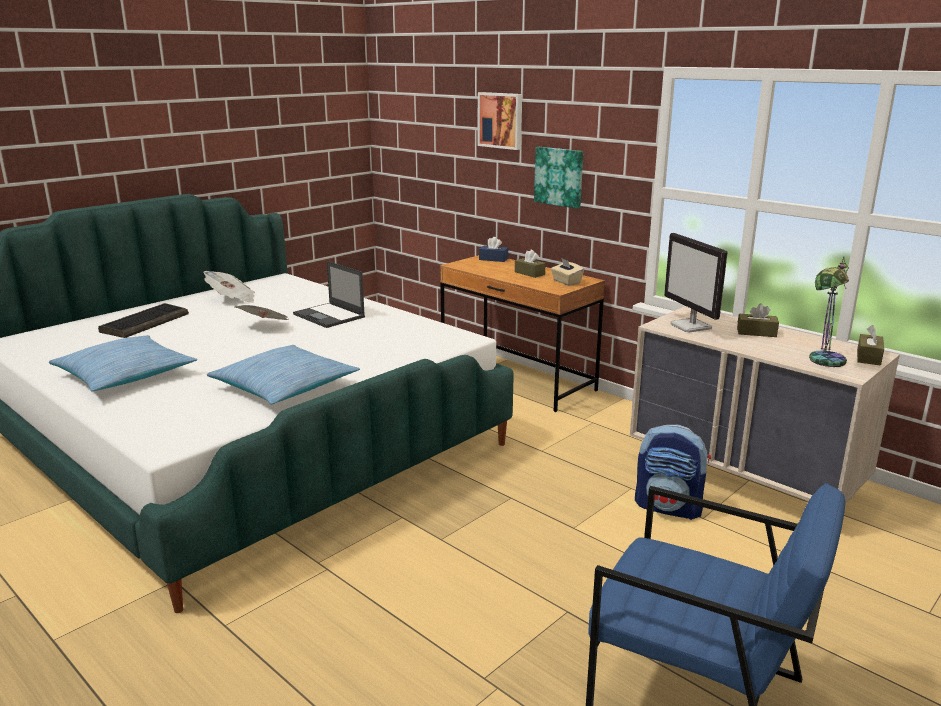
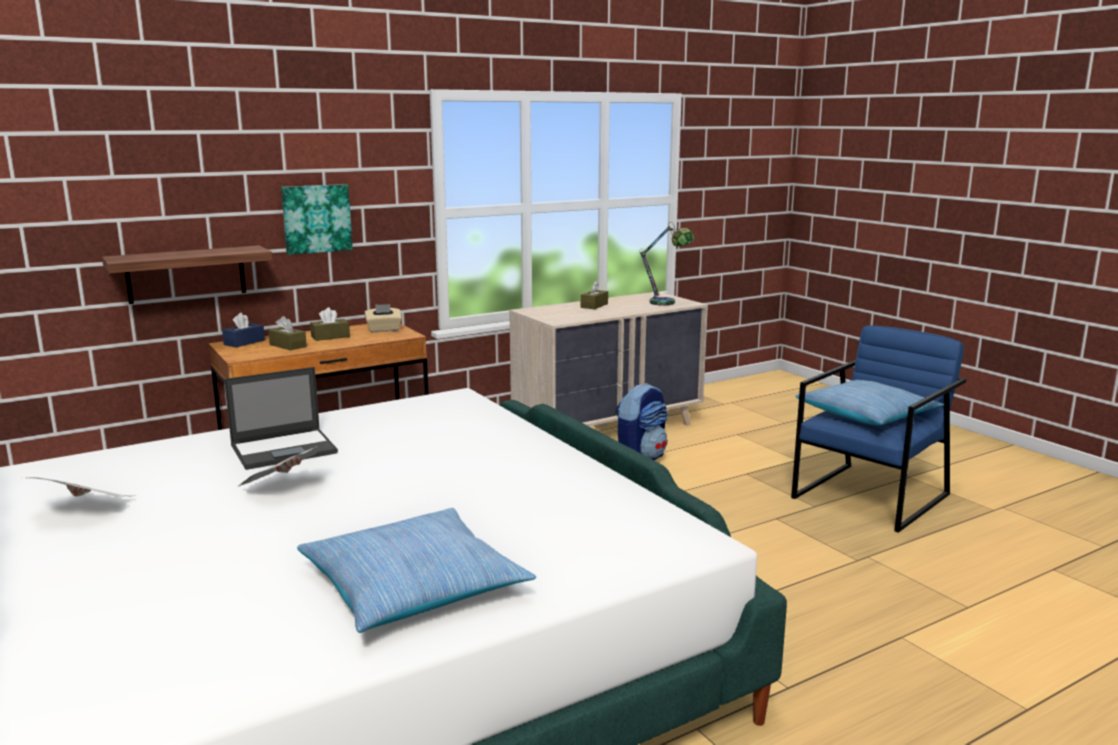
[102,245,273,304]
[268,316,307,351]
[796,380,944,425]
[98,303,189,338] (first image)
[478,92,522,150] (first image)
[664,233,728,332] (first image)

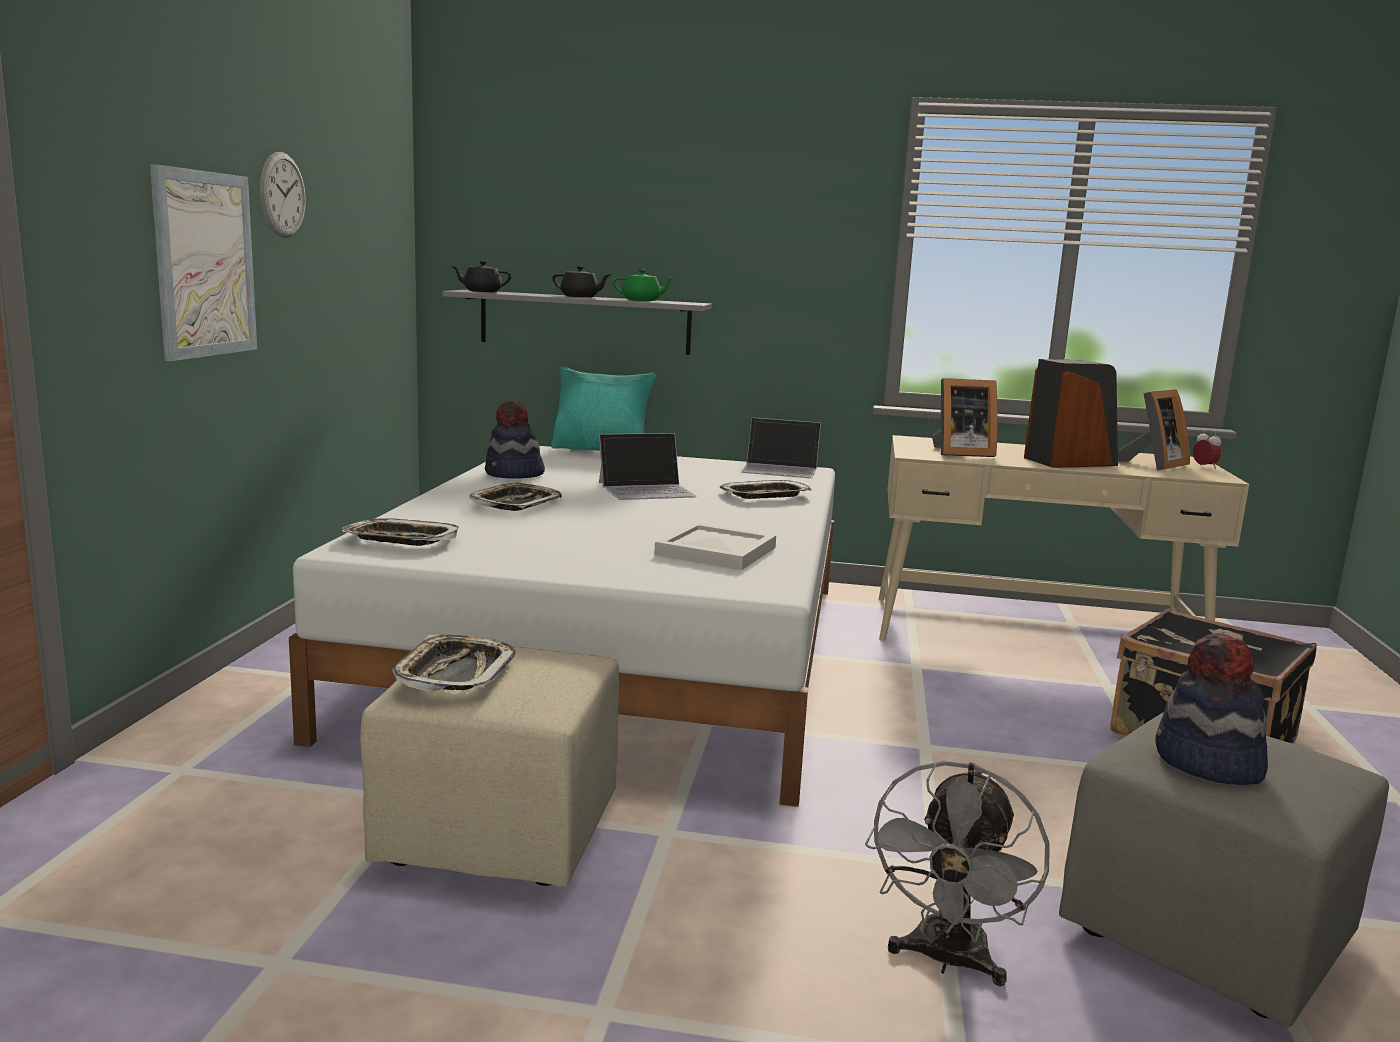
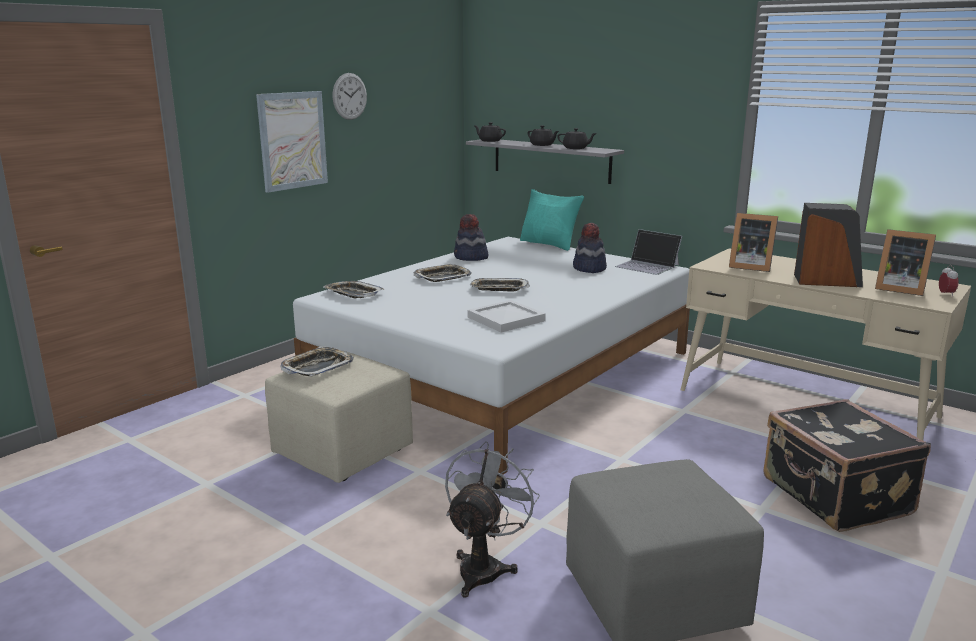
[445,441,540,598]
[470,278,530,291]
[557,128,597,149]
[573,222,607,273]
[875,229,936,296]
[599,433,696,500] (first image)

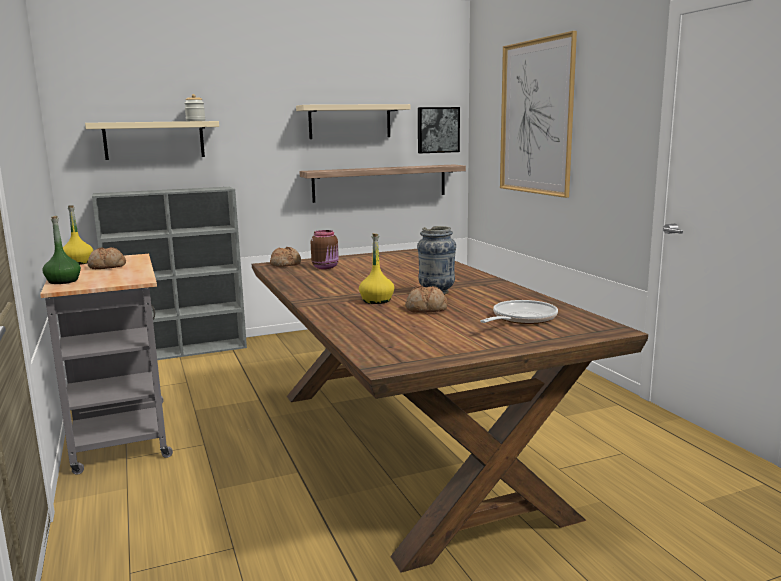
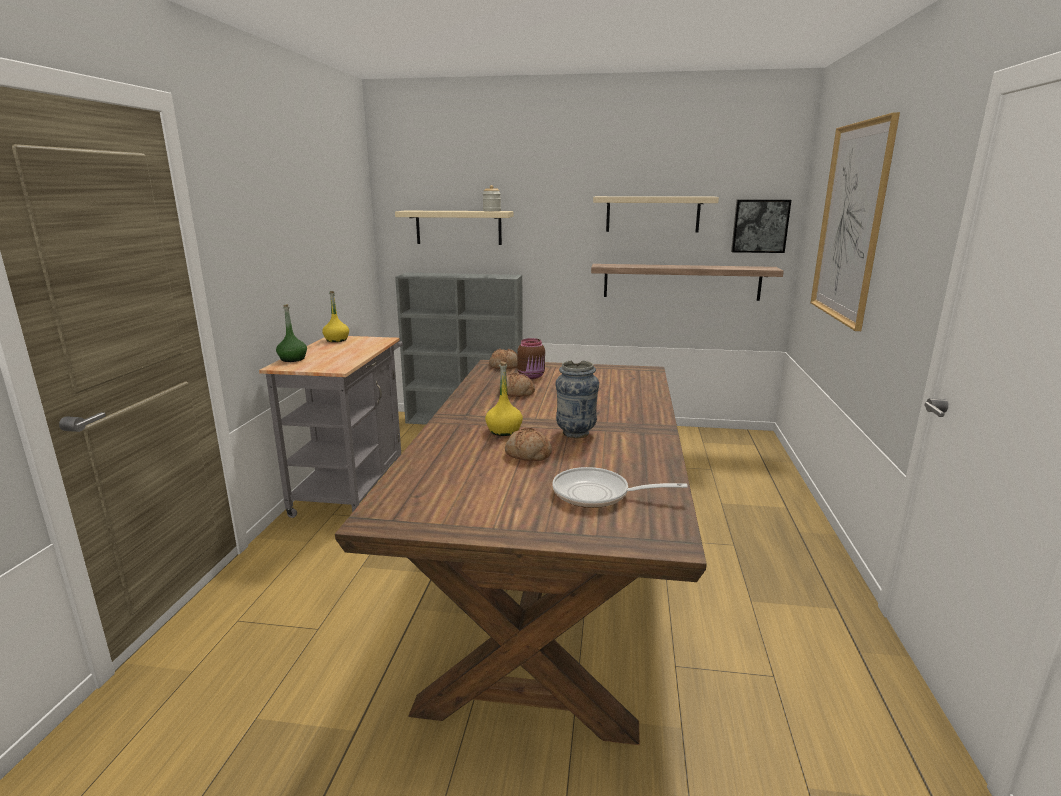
[499,373,535,397]
[552,467,688,508]

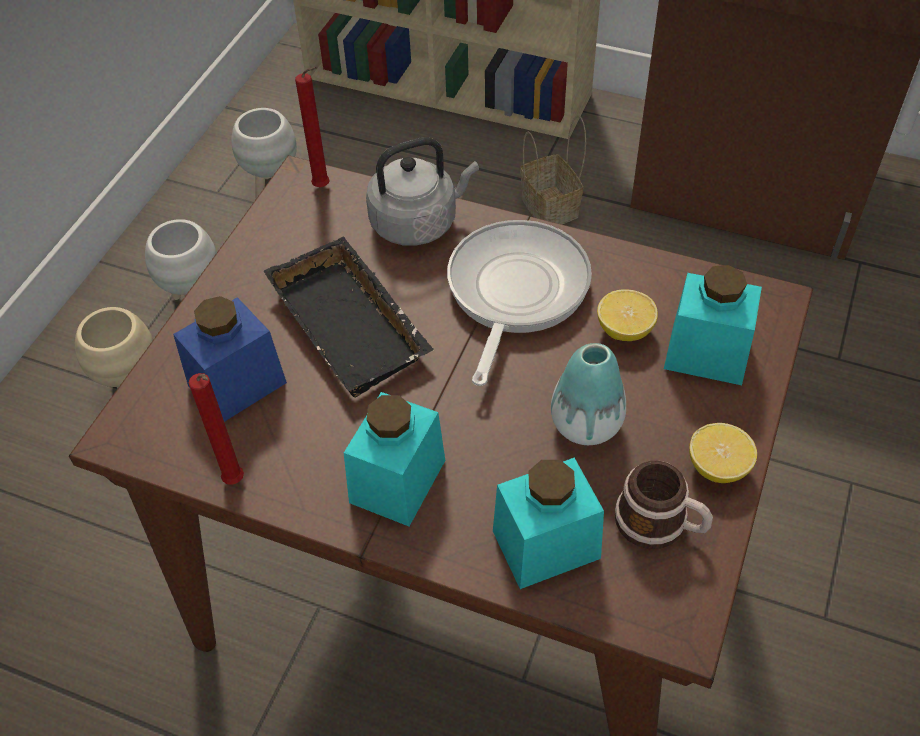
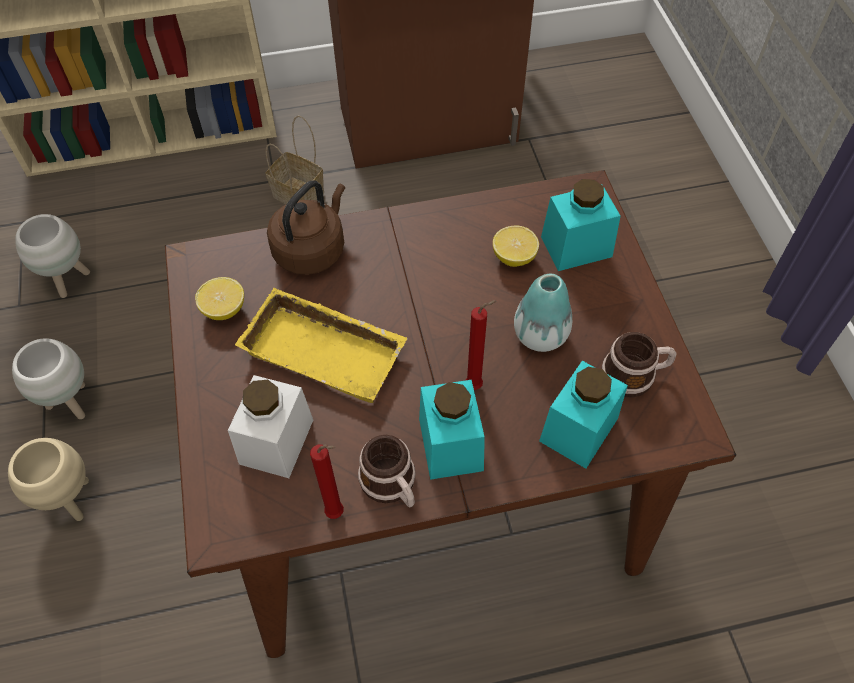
[195,277,244,320]
[228,375,313,478]
[235,288,408,403]
[267,180,345,275]
[358,435,416,507]
[466,300,497,390]
[447,220,592,386] (first image)

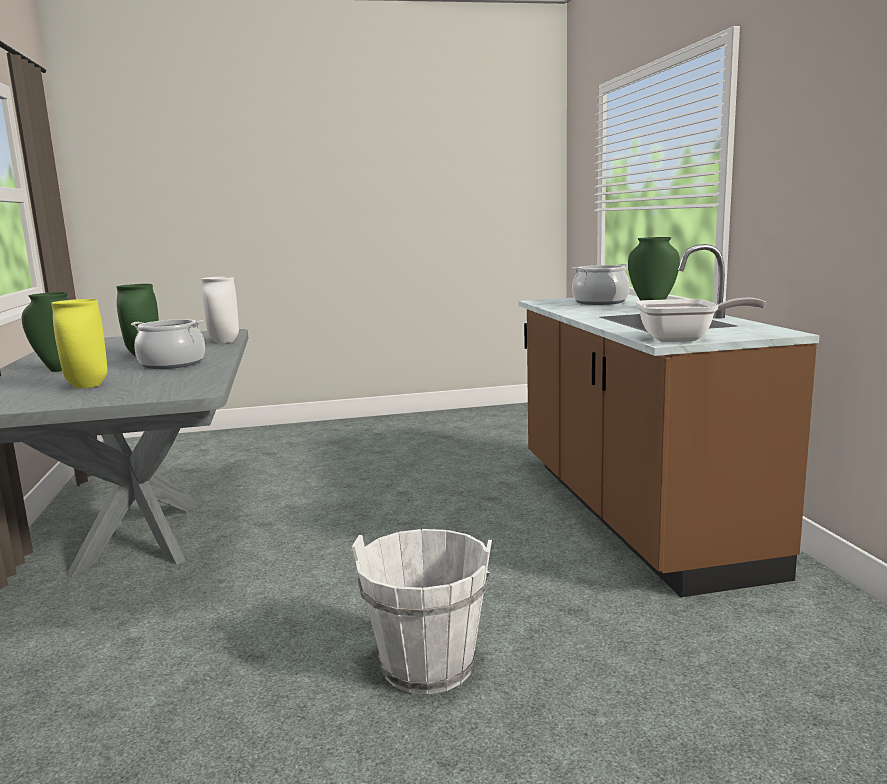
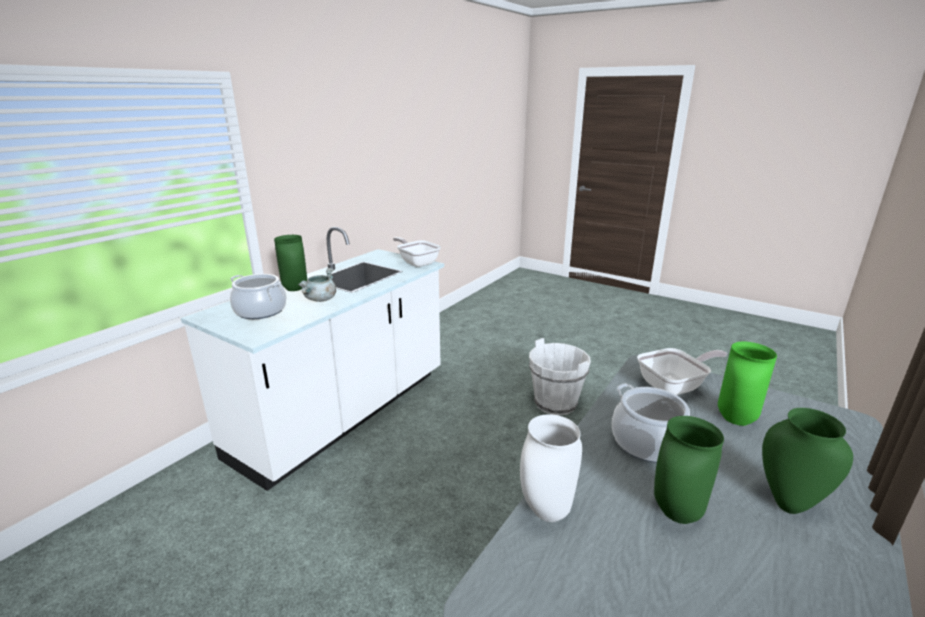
[181,227,444,491]
[298,268,336,302]
[637,348,727,395]
[718,342,777,426]

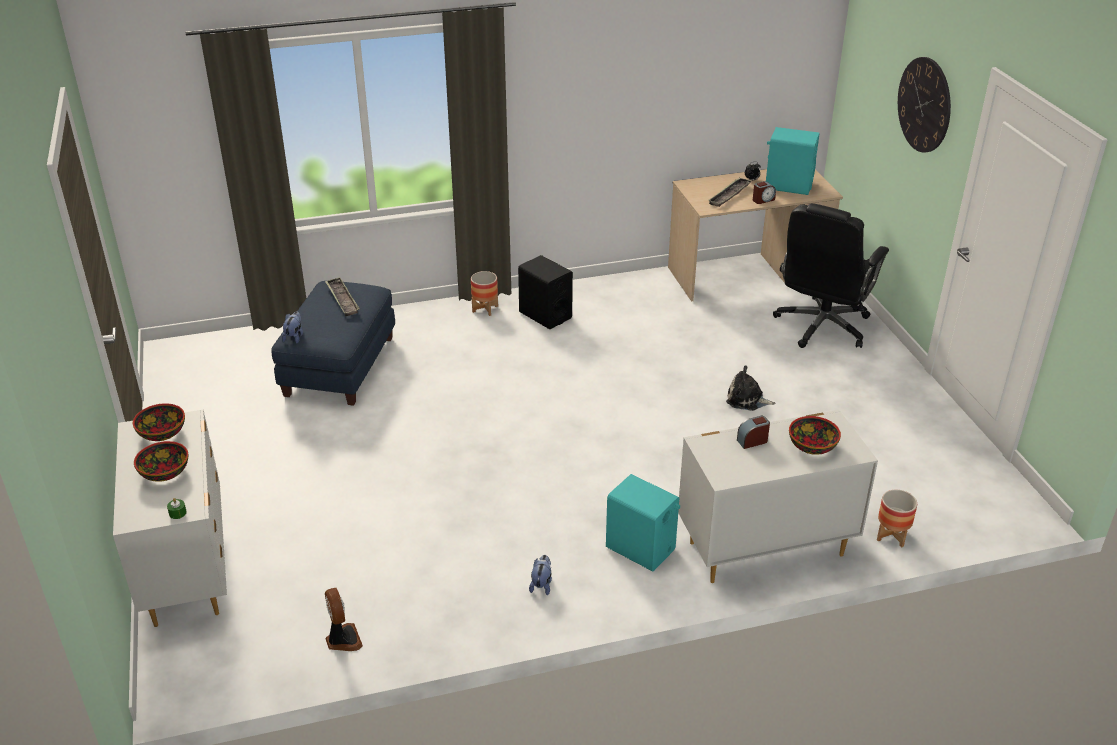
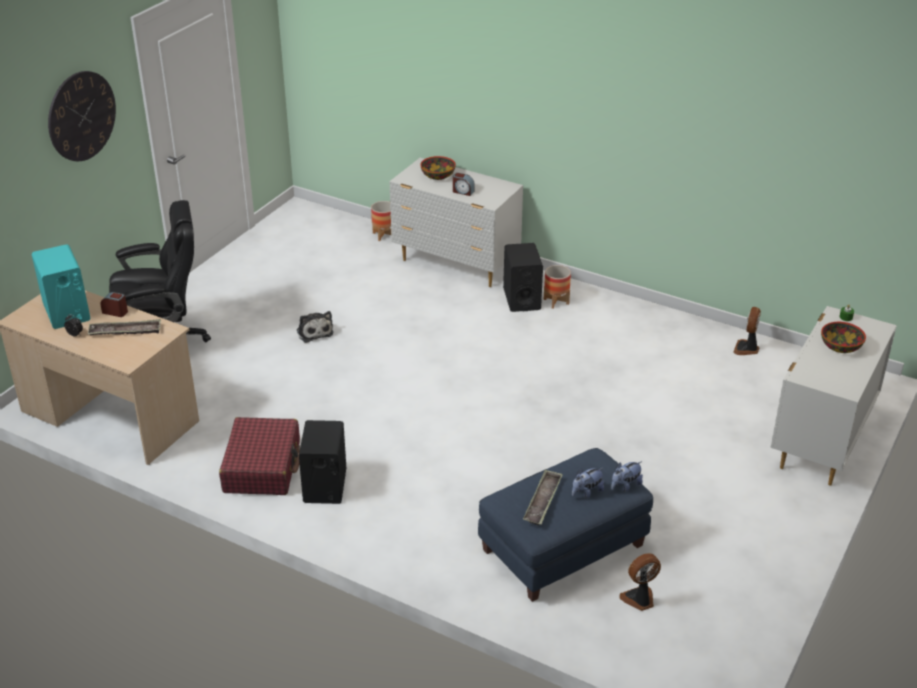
[219,417,300,495]
[503,243,543,312]
[544,265,571,309]
[572,468,604,499]
[619,553,661,611]
[133,403,185,441] (first image)

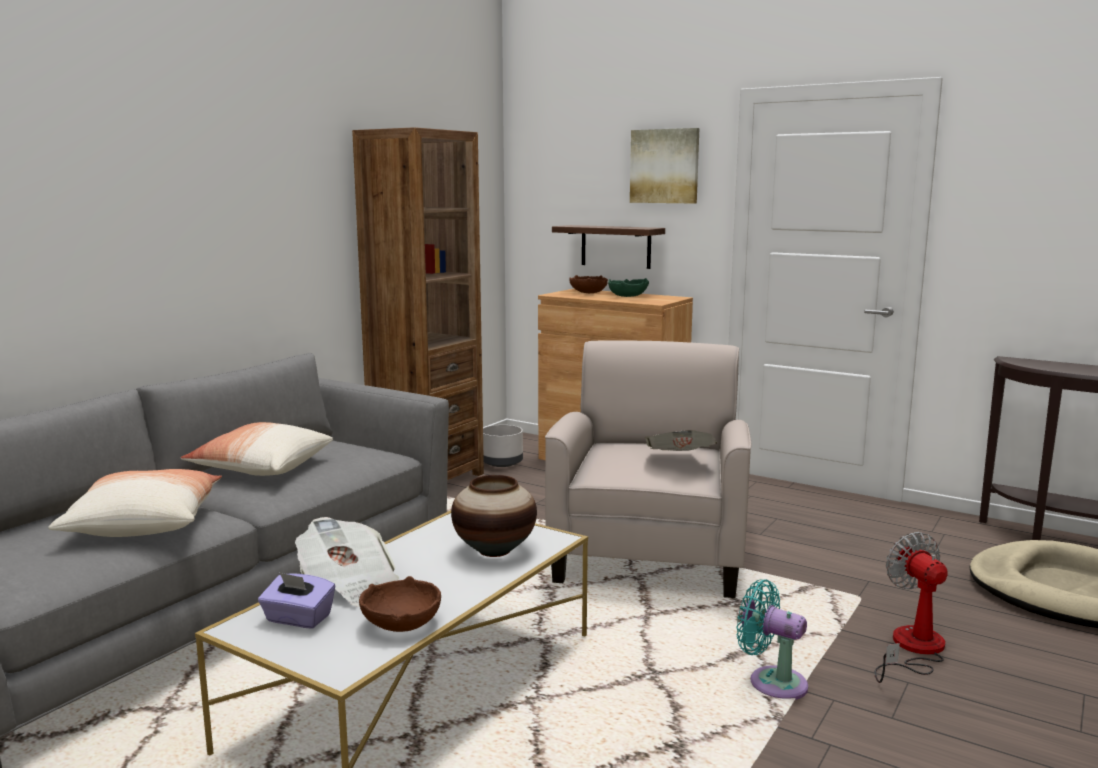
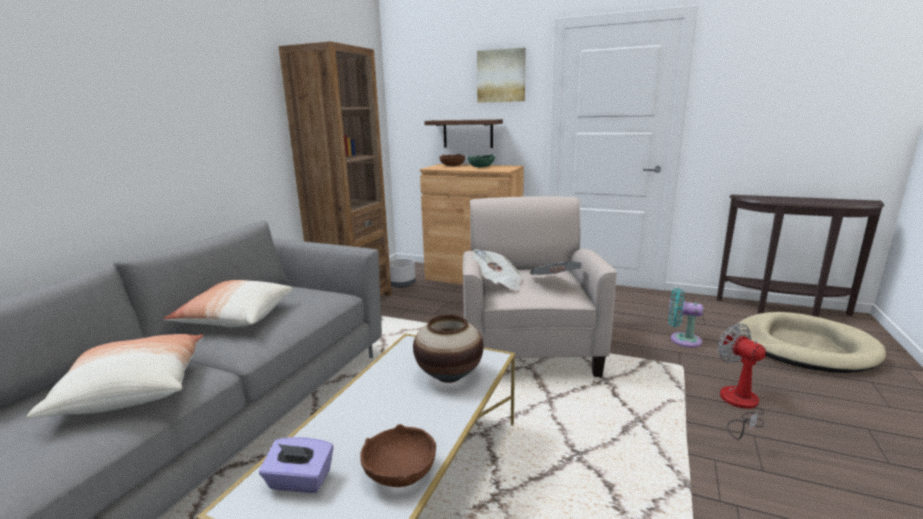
[472,249,523,291]
[668,288,703,348]

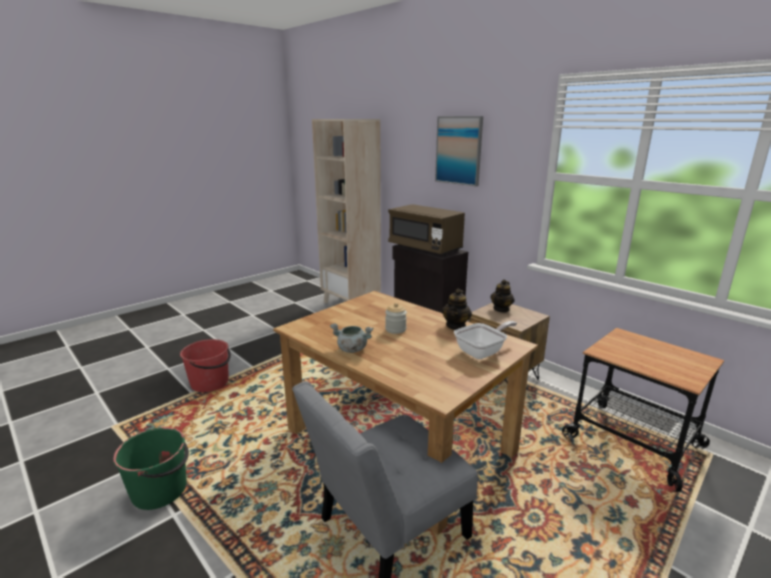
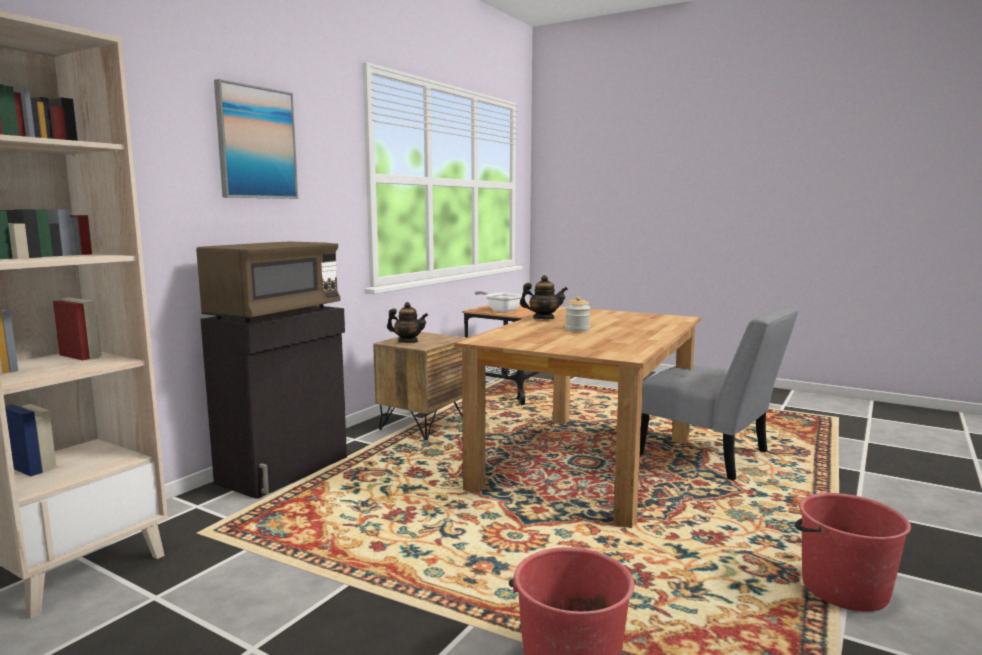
[475,291,522,312]
[795,493,911,612]
[330,323,373,353] (first image)

